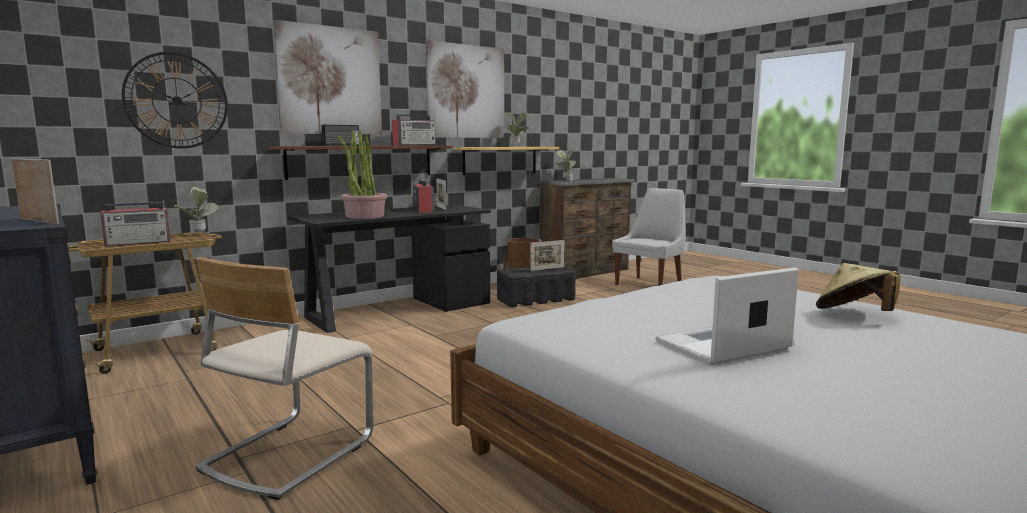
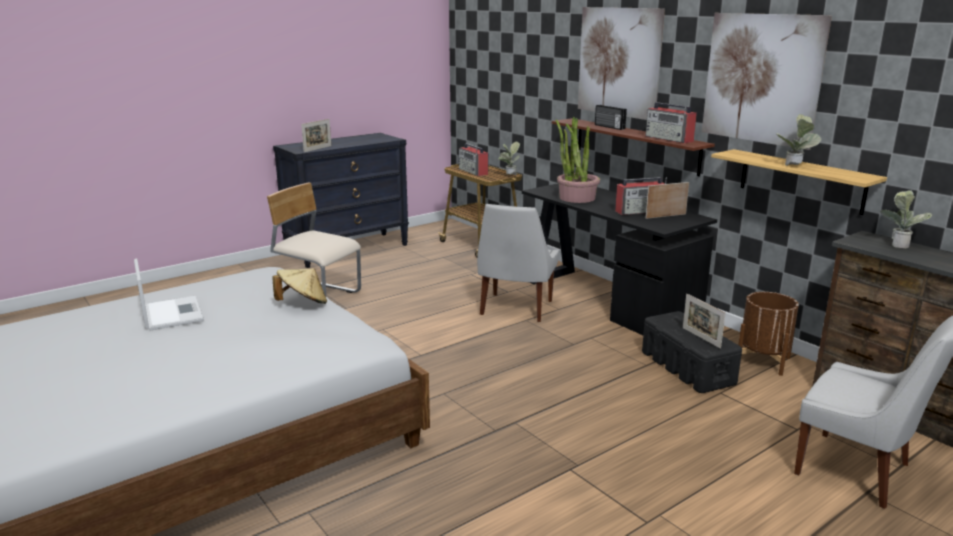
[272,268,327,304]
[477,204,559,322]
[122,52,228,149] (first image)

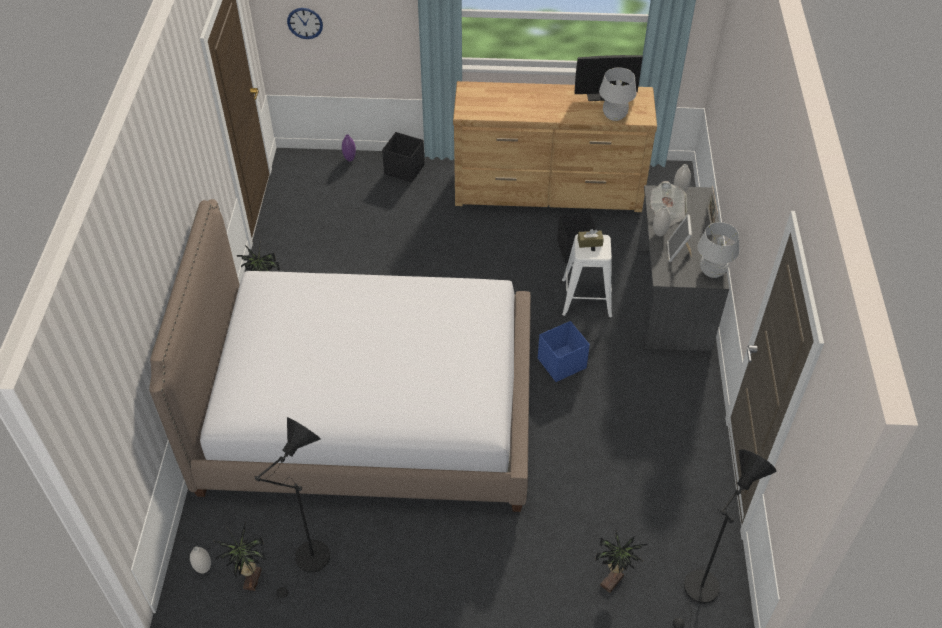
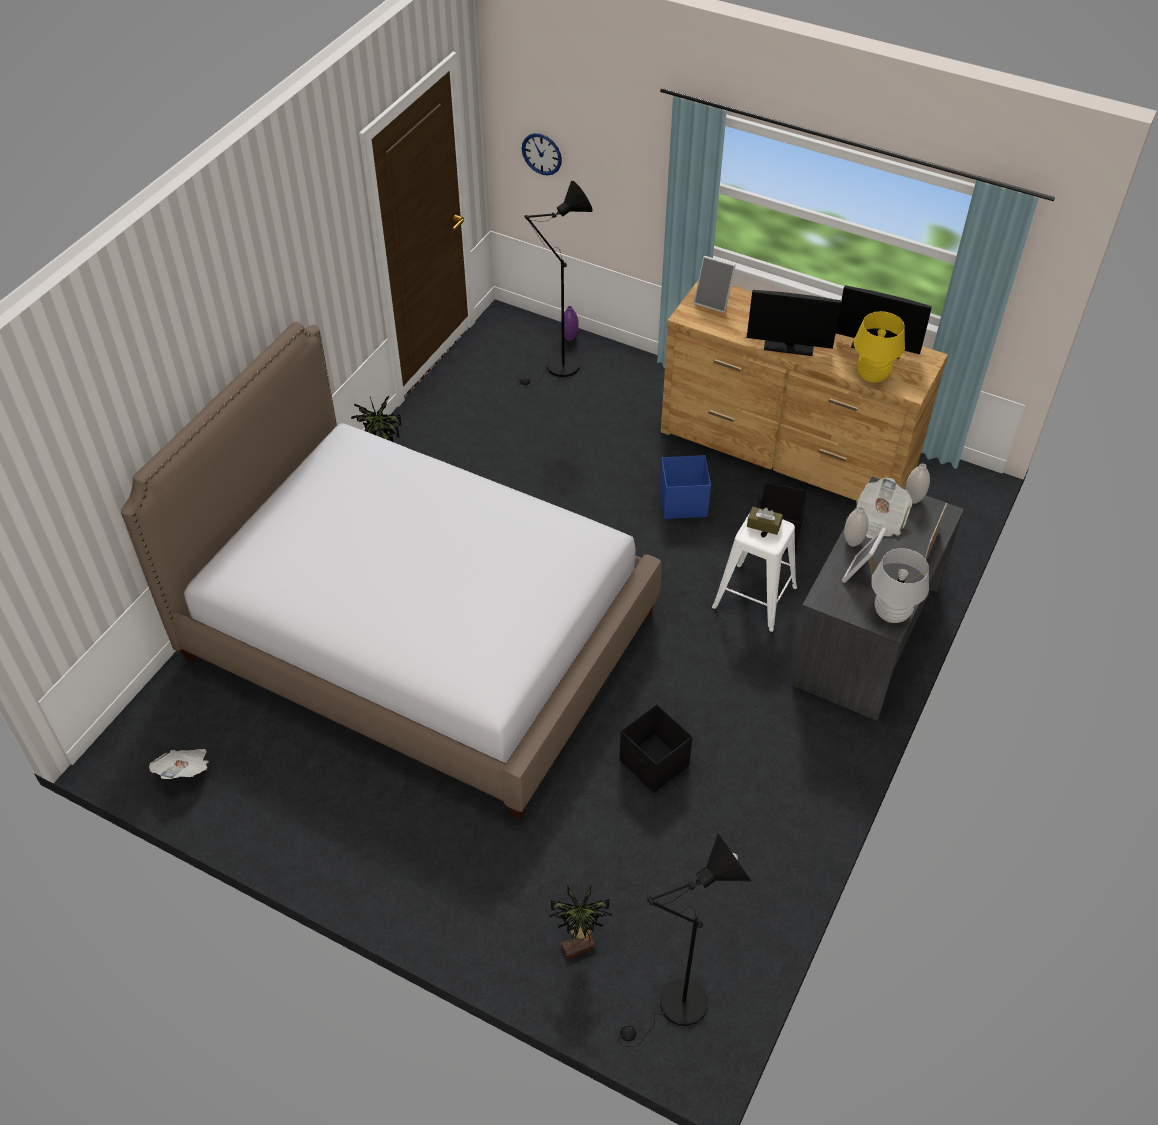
[149,749,209,779]
[518,181,593,388]
[619,704,693,793]
[660,455,711,519]
[693,256,736,313]
[747,290,841,356]
[854,311,905,383]
[190,547,211,574] (first image)

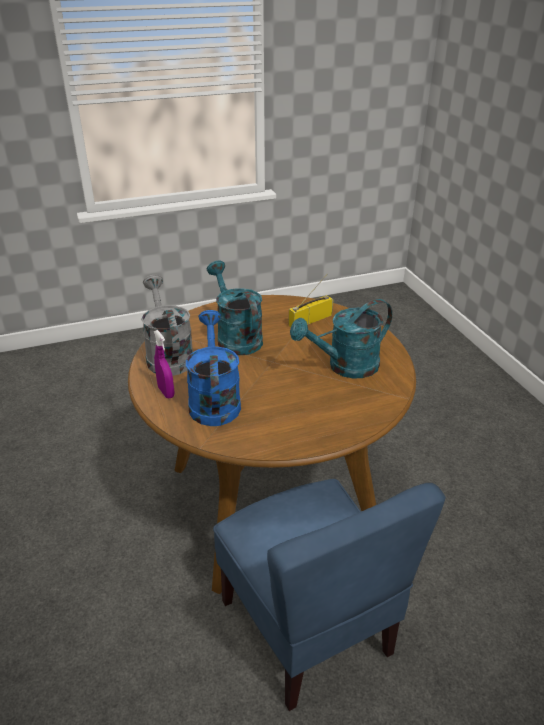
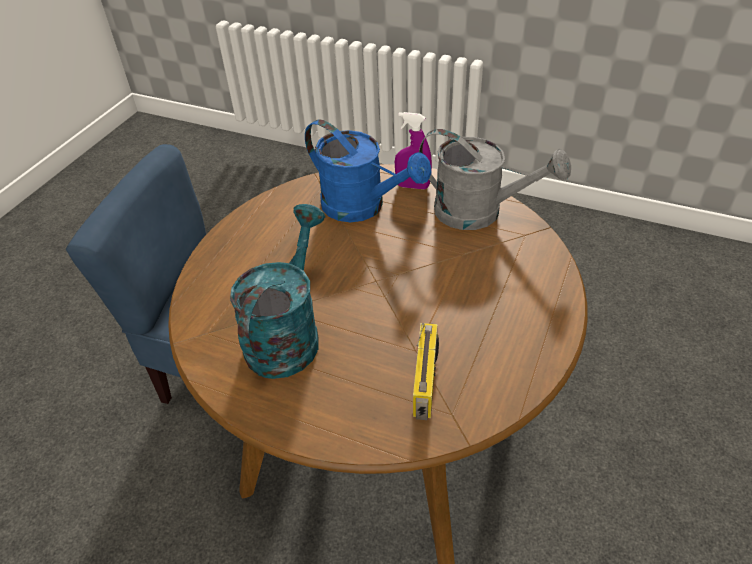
[207,261,263,355] (first image)

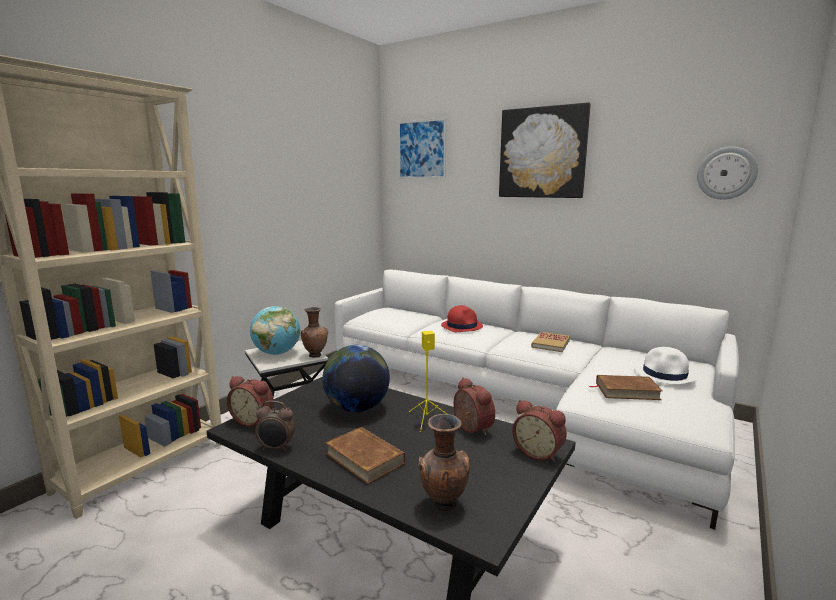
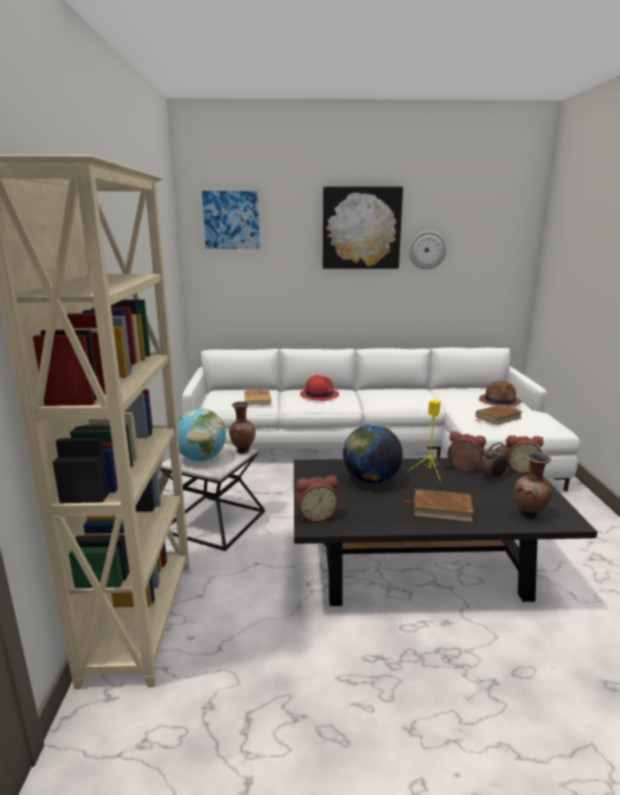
[244,389,271,405]
[409,230,447,269]
[479,381,522,407]
[481,442,508,482]

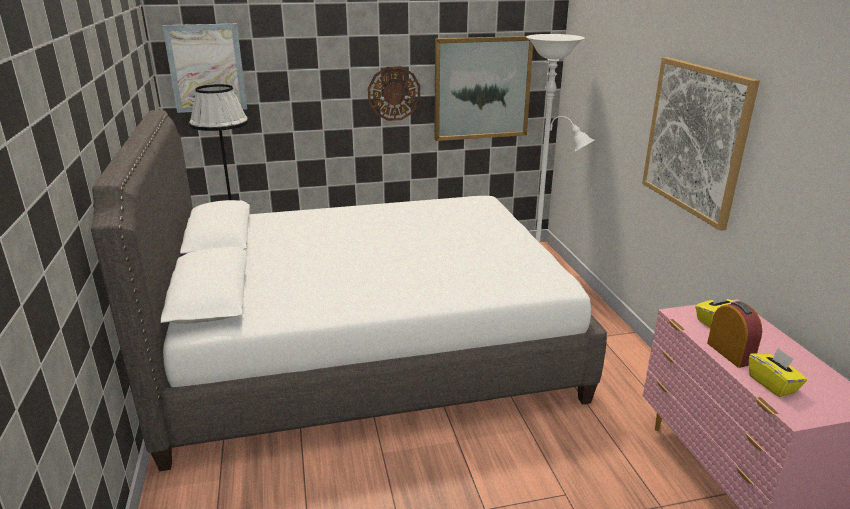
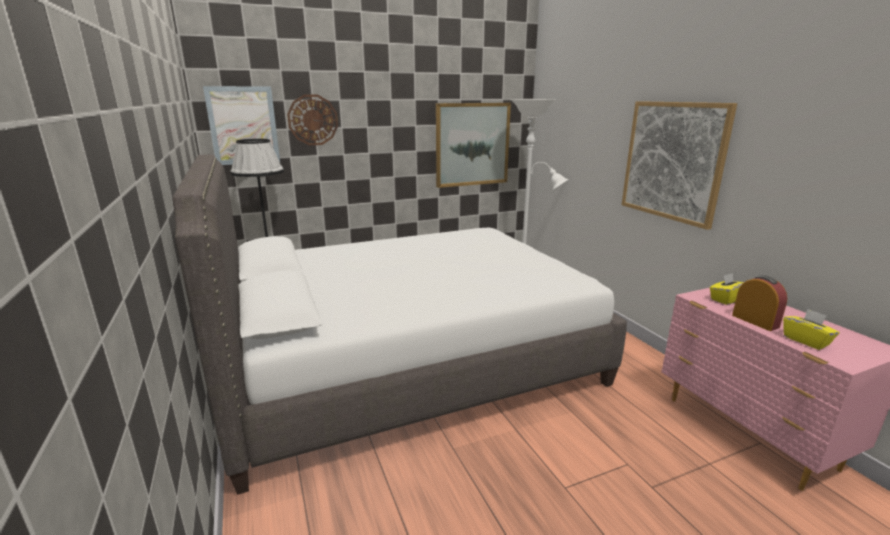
[287,95,338,145]

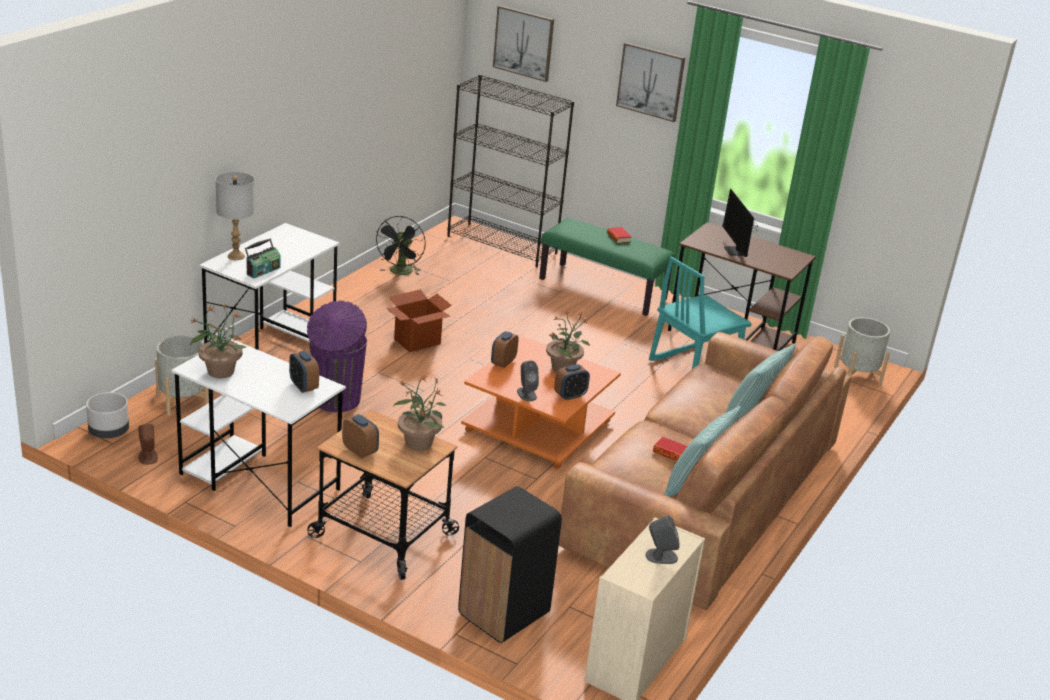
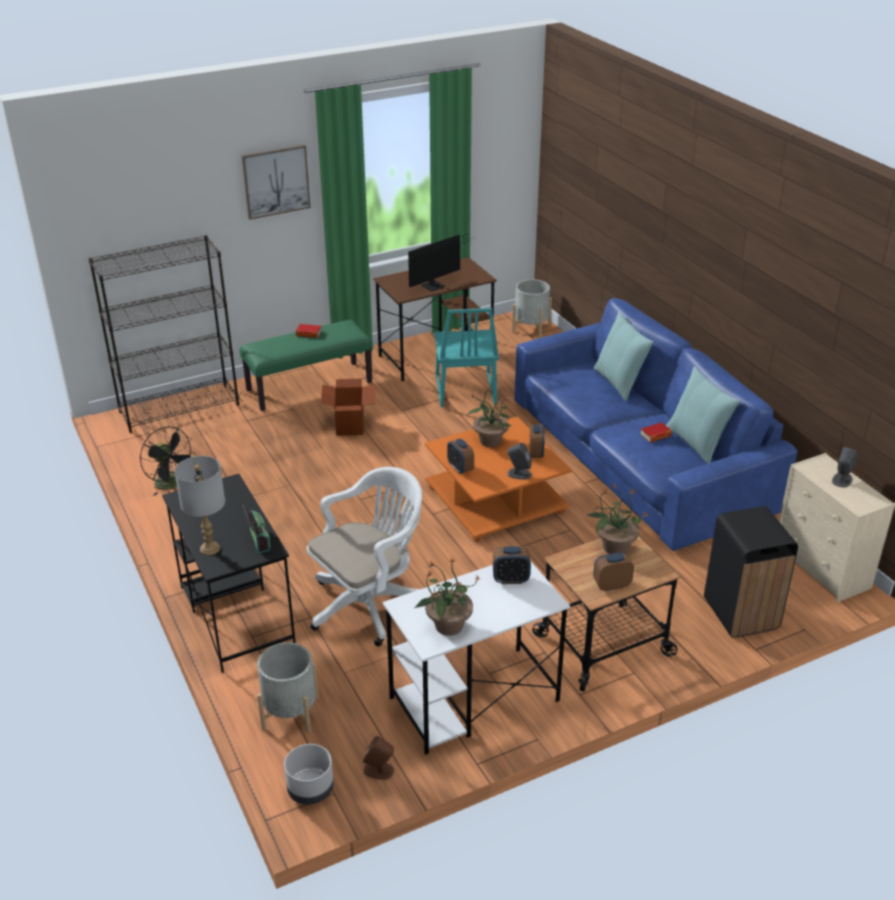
[162,474,296,673]
[307,467,422,646]
[321,379,375,436]
[408,234,471,292]
[514,298,797,551]
[493,5,554,82] (first image)

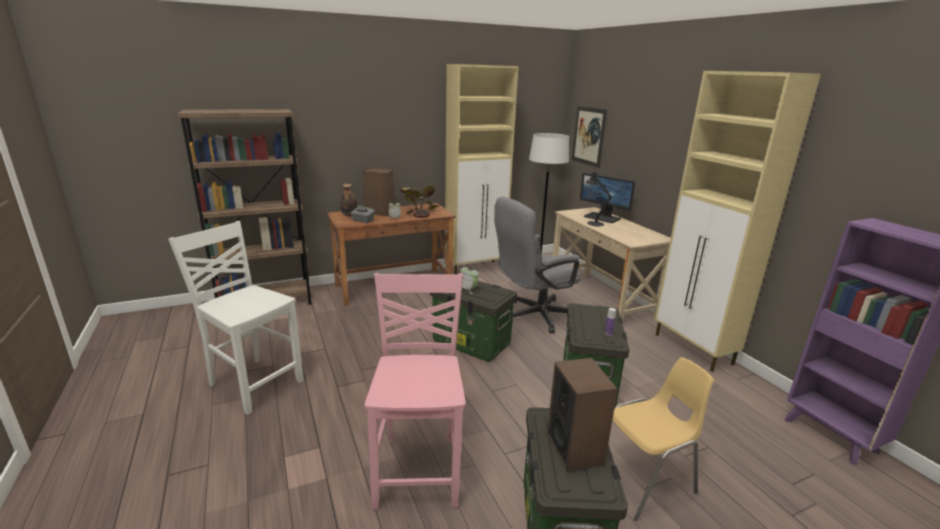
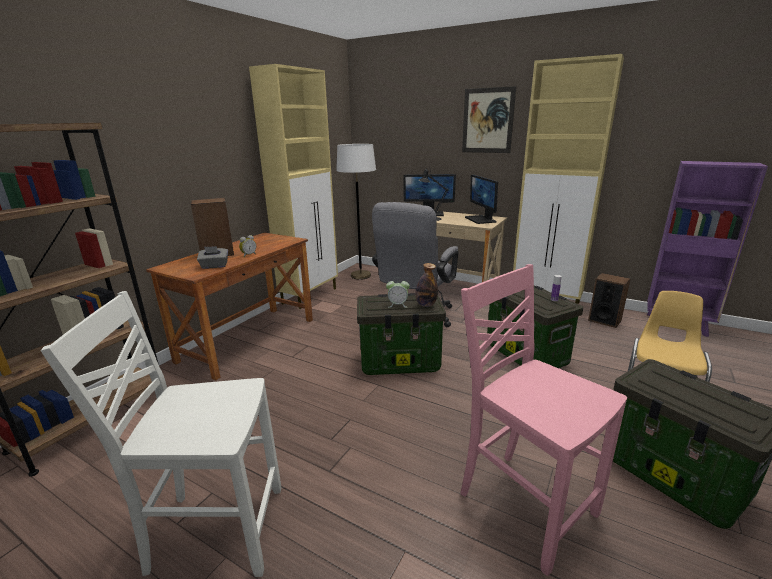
[416,263,438,307]
[462,86,516,153]
[465,174,498,224]
[588,273,631,328]
[400,185,439,218] (first image)

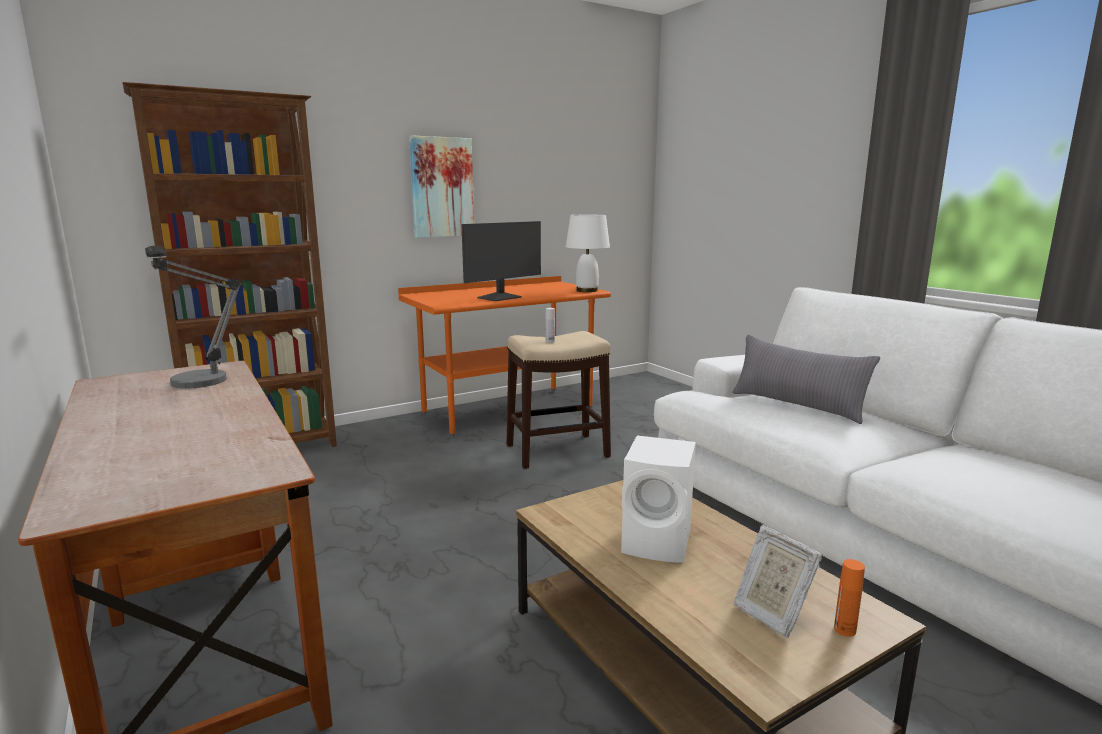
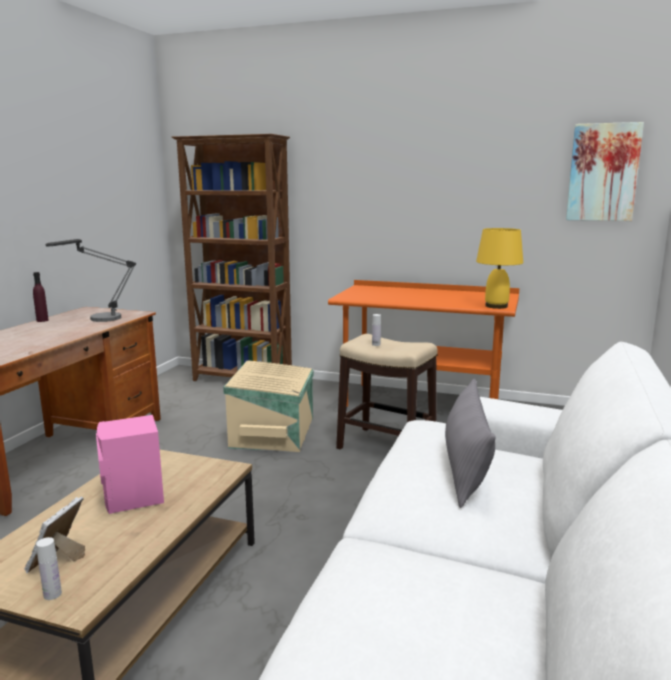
[33,272,49,322]
[36,537,62,600]
[96,415,164,514]
[223,360,314,452]
[476,228,523,309]
[566,122,644,221]
[461,221,541,301] (first image)

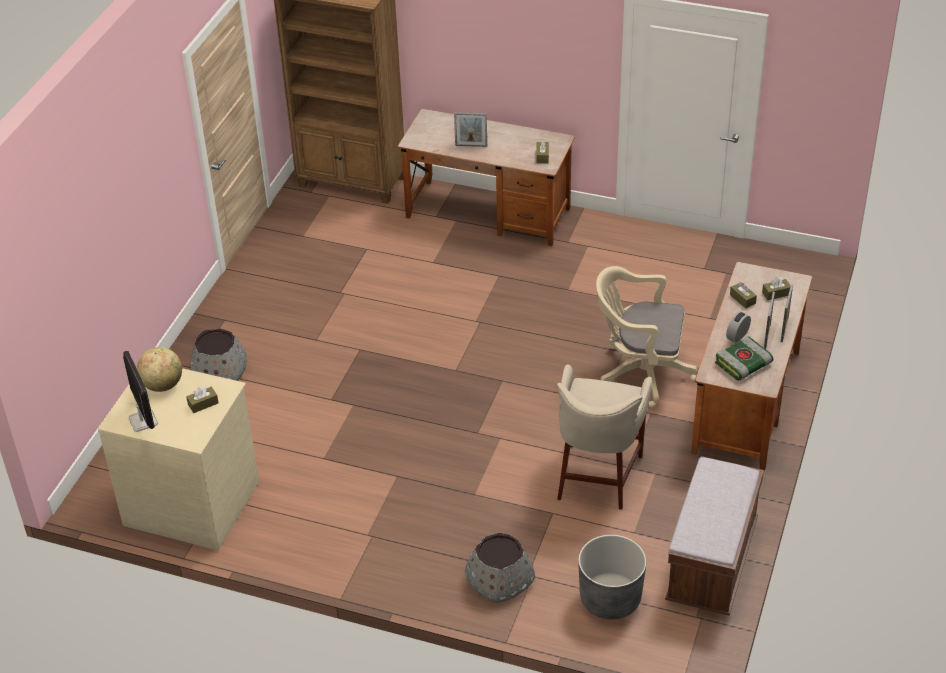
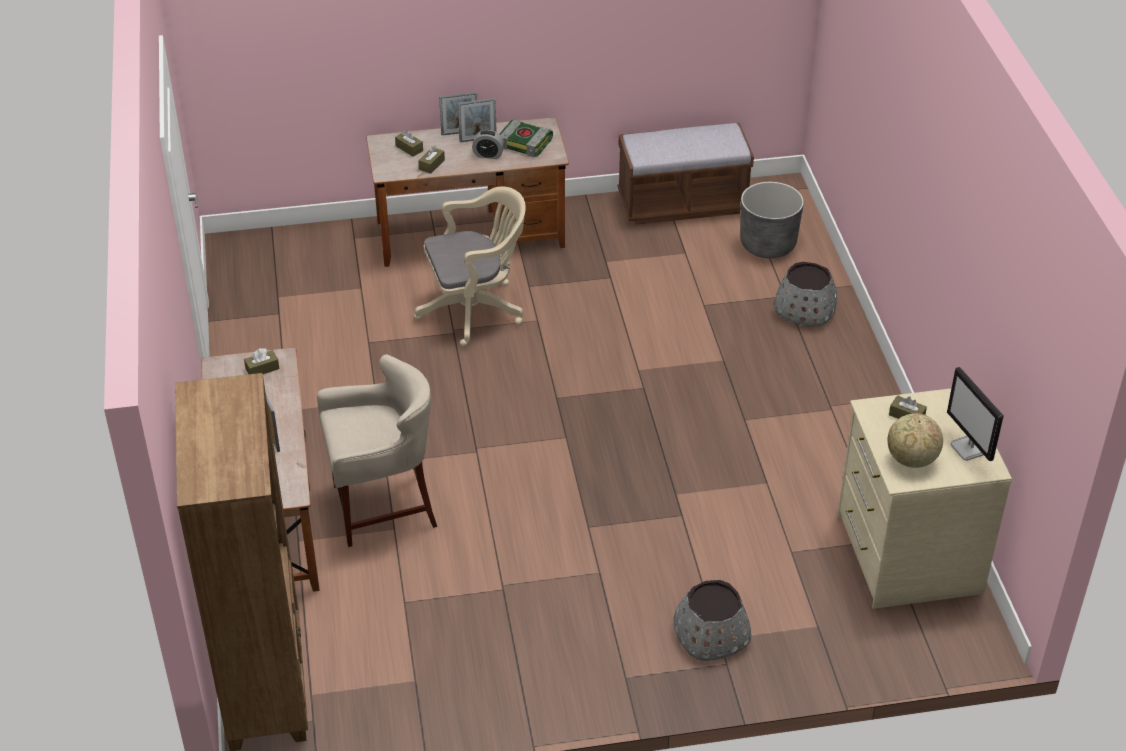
[317,354,437,547]
[414,187,526,347]
[947,367,1004,461]

